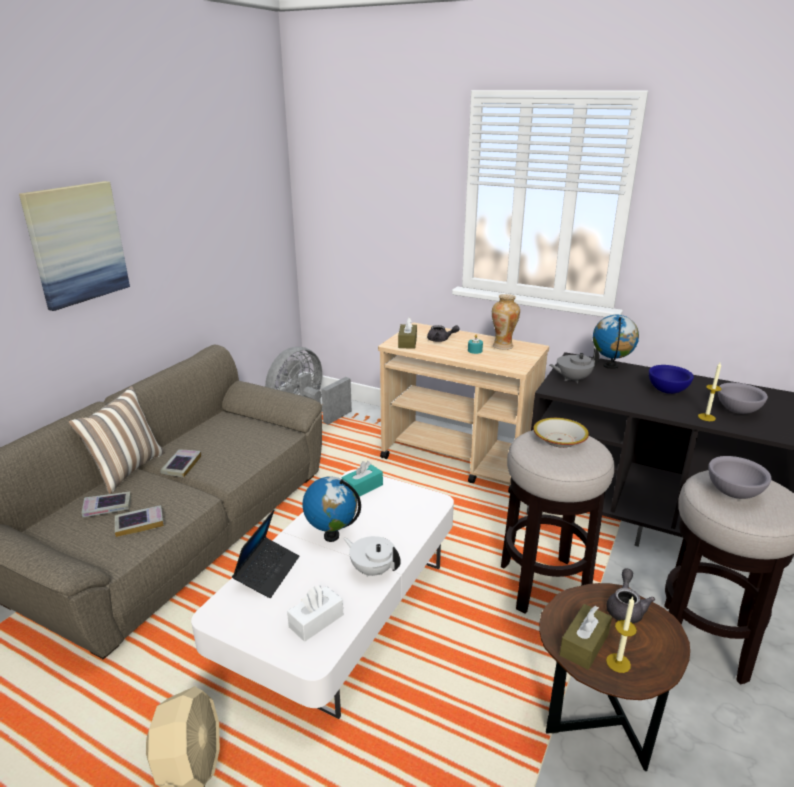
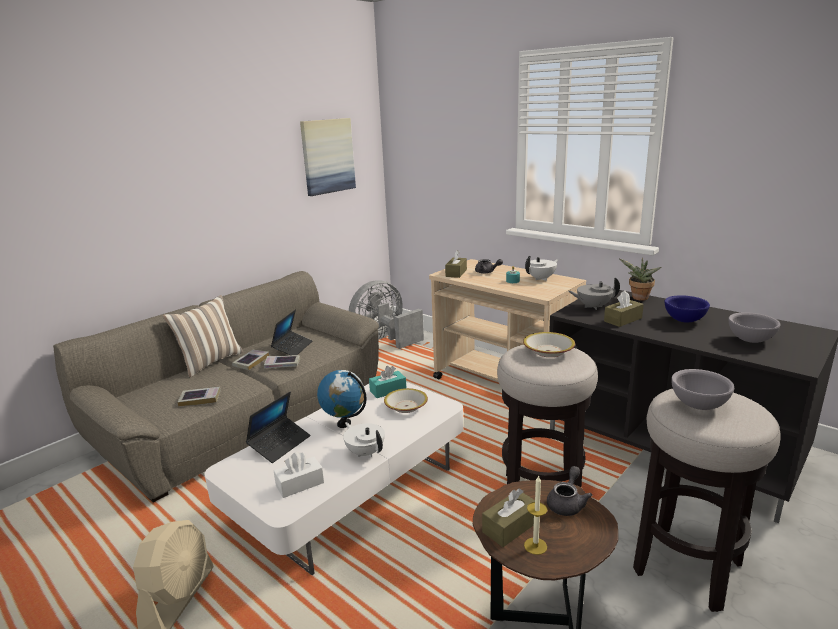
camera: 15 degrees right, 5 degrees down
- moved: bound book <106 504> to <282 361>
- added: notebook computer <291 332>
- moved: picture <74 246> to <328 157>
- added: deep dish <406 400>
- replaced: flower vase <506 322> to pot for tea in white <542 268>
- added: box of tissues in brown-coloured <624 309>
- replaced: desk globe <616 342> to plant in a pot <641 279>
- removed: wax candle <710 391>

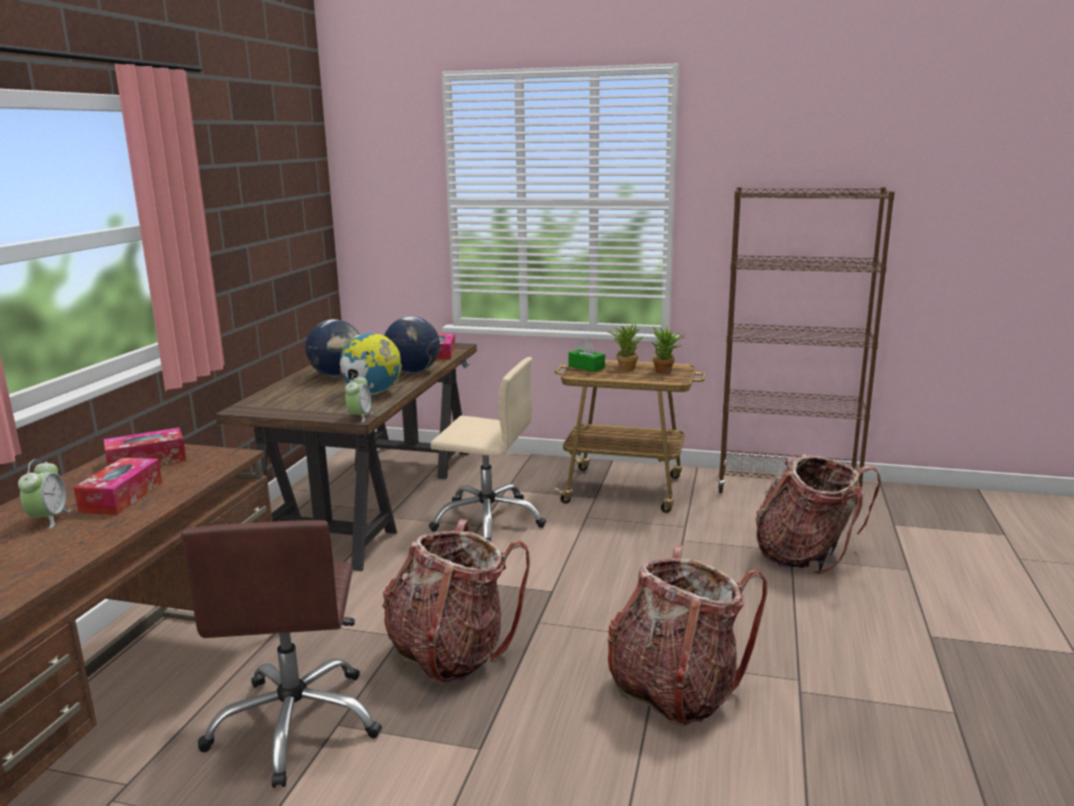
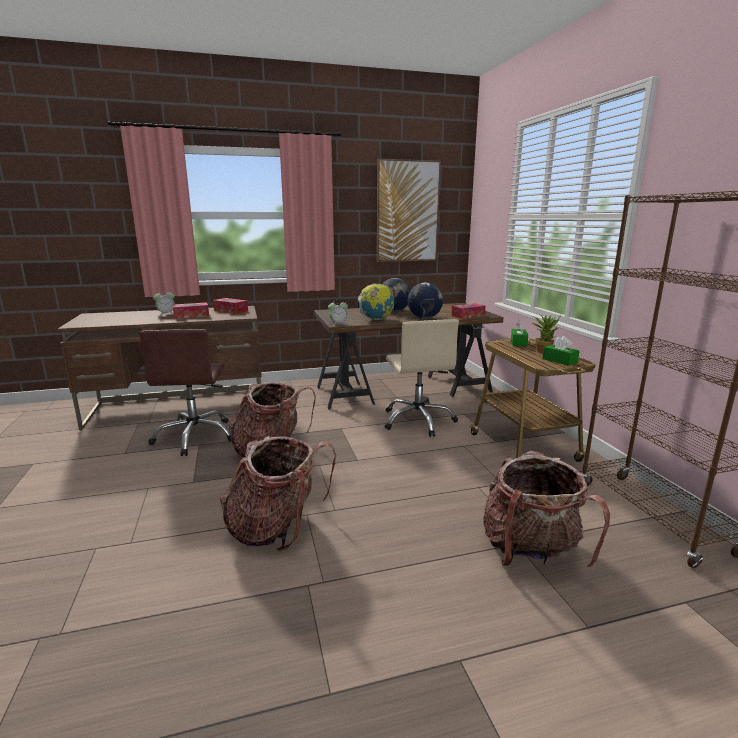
camera: 60 degrees right, 0 degrees up
- turned: desk chair in brown-coloured <281 654> = <185 392> 60 degrees counterclockwise
- added: picture <409 210>
- replaced: plant in a pot <667 350> to box of tissues in green-coloured <560 351>

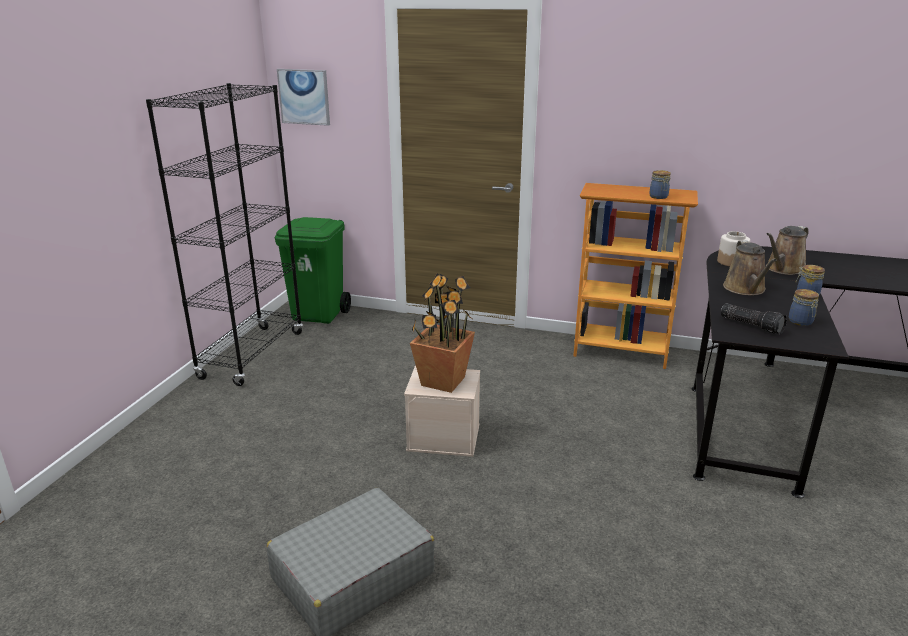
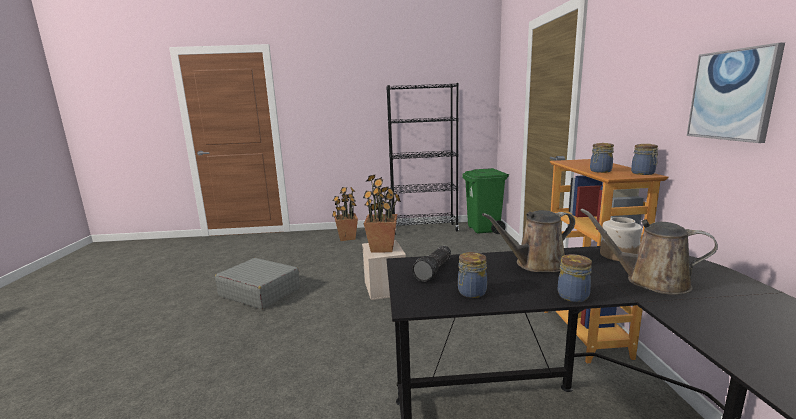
camera: 70 degrees right, 10 degrees down
- added: plant in a pot <345 214>
- added: storage jar <644 159>
- moved: picture <303 97> to <736 92>

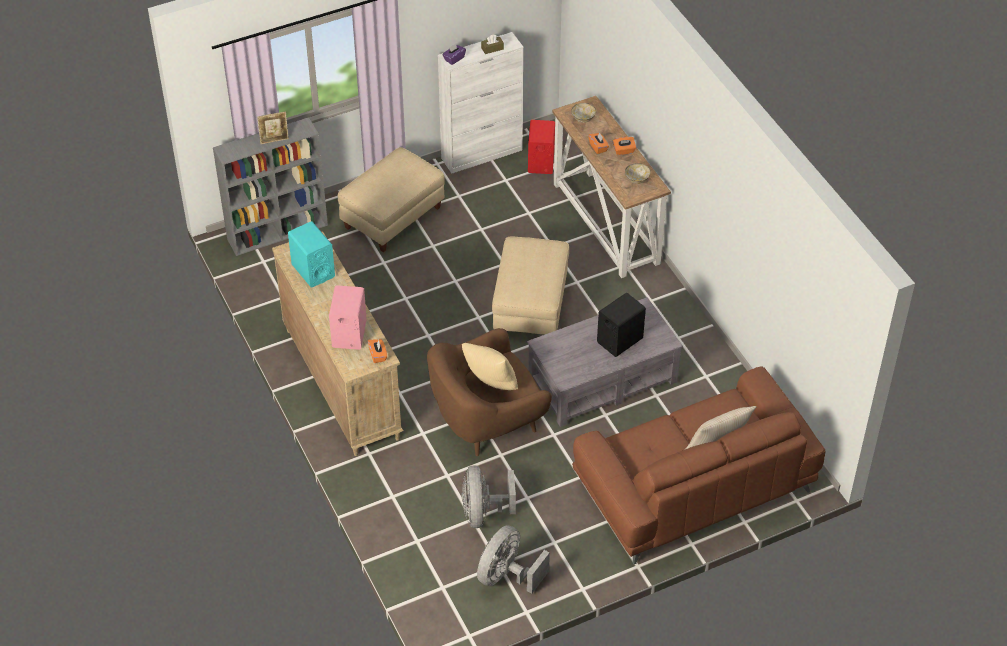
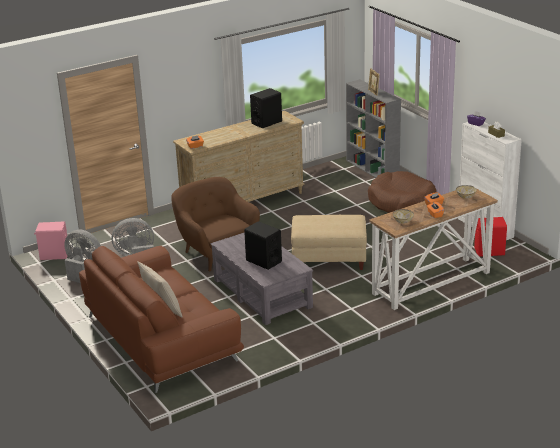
camera: 85 degrees right, 20 degrees down
- moved: loudspeaker in pink-coloured <348 317> to <50 240>
- recoloured: loudspeaker in turquoise-coloured <311 254> to loudspeaker in black-coloured <266 108>
- replaced: pouffe in sand-coloured <391 199> to dog cushion in brown-coloured <402 192>
- removed: pillow in sand-coloured <490 366>

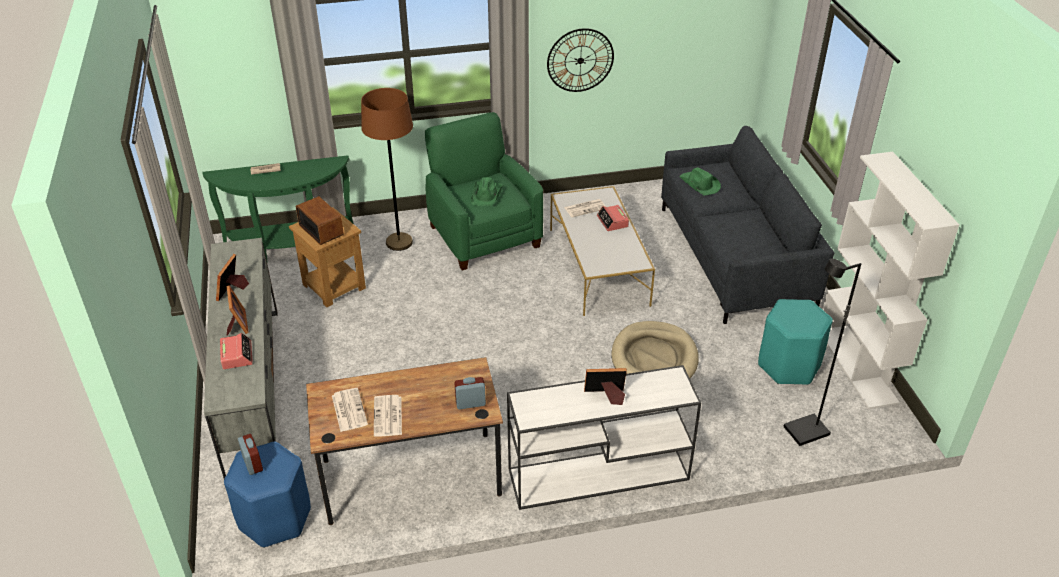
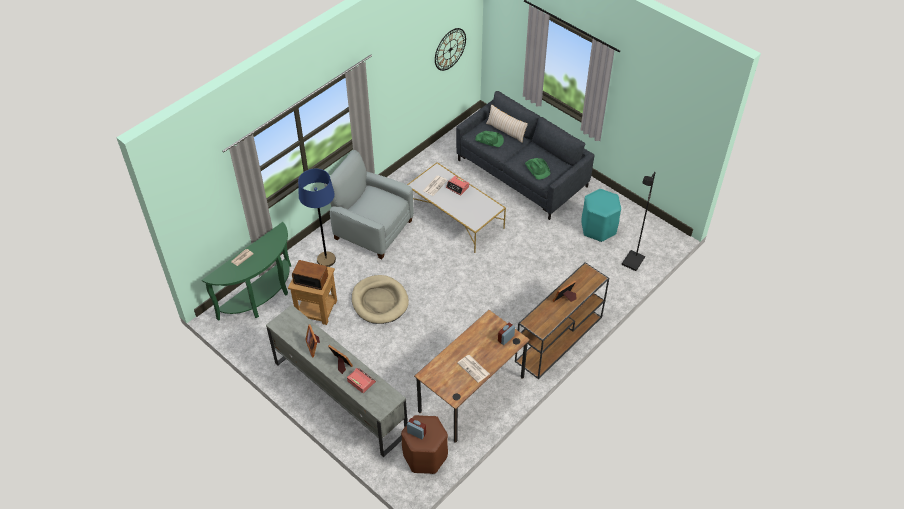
camera: 35 degrees left, 10 degrees up
- recoloured: standard lamp in brown-coloured <387 169> to standard lamp in bluish <317 218>
- recoloured: armchair in green-coloured <484 191> to armchair in gray <369 204>
- moved: dog cushion in sand-coloured <655 349> to <380 299>
- recoloured: sitting stool in bluish <267 495> to sitting stool in brown-coloured <424 444>
- moved: clock on the wall <580 60> to <450 49>
- added: pillow in sand-coloured <507 123>
- recoloured: hall table in white <604 437> to hall table in brown-coloured <562 320>
- moved: hat in green-coloured <487 191> to <537 169>
- removed: daily paper <350 410>
- removed: bookshelf in white <890 280>

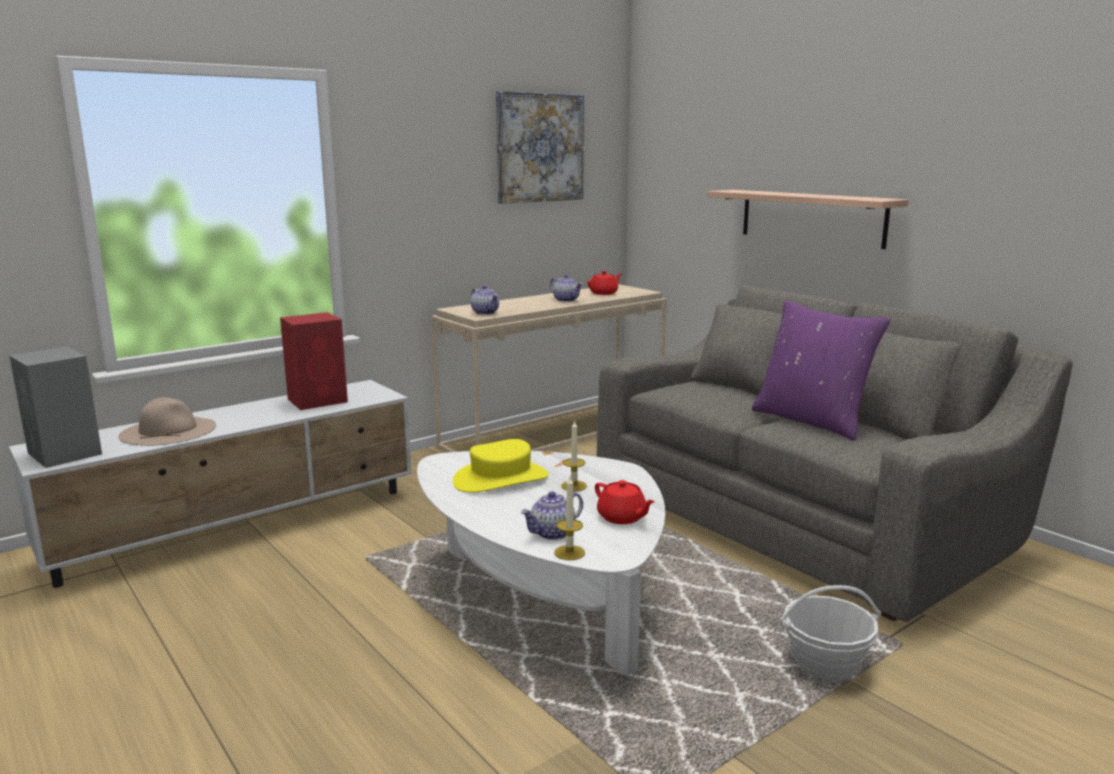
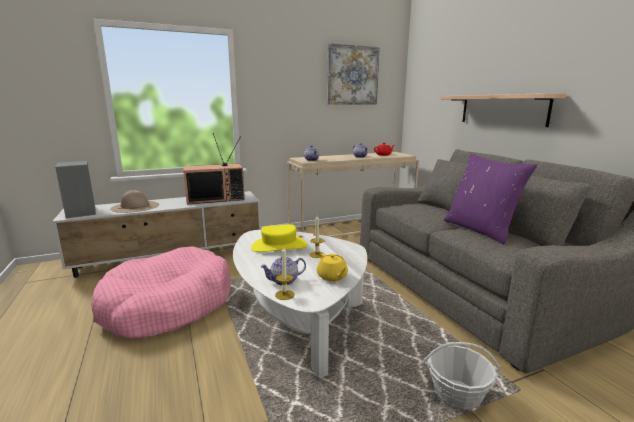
camera: 15 degrees right, 0 degrees up
- added: dog cushion in pink-coloured <161 292>
- replaced: loudspeaker in red-coloured <314 361> to television <214 168>
- recoloured: pot for tea in red-coloured <625 502> to pot for tea in yellowish <332 267>

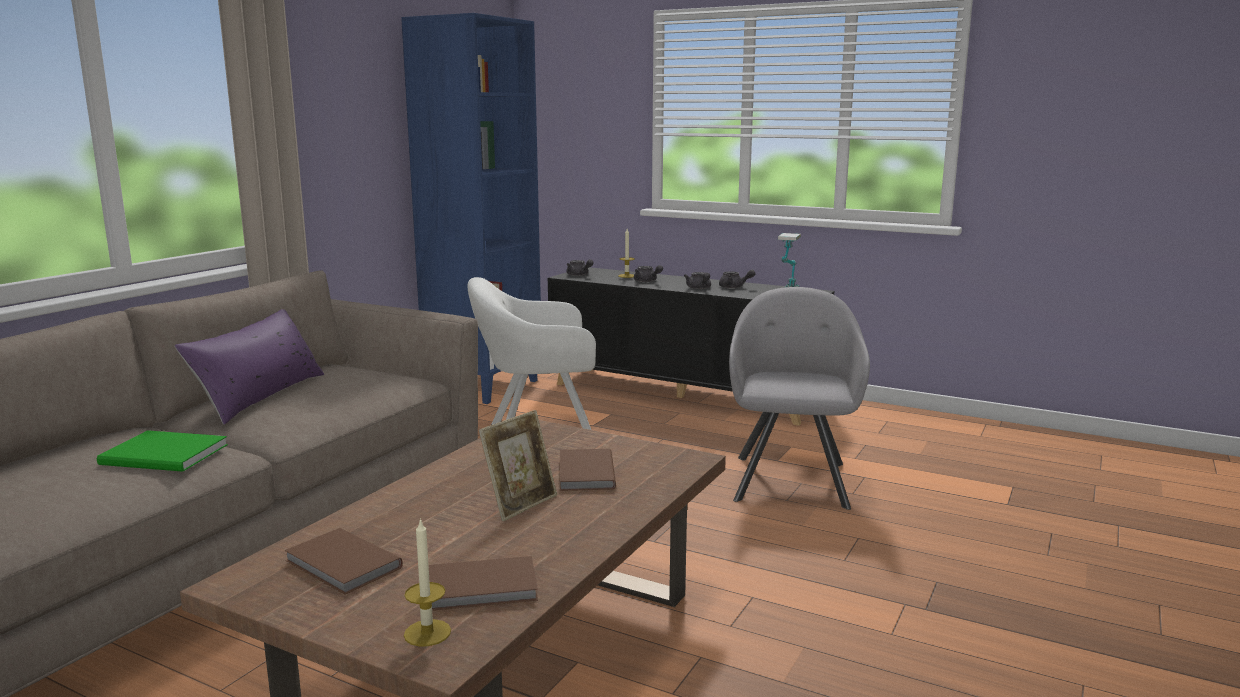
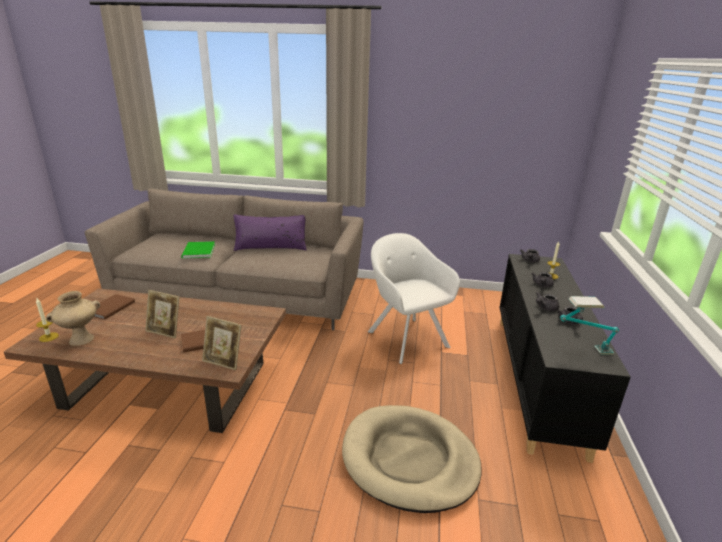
camera: 70 degrees right, 10 degrees up
- replaced: bound book in brown-coloured <483 583> to flower vase in sand-coloured <73 318>
- added: picture frame <221 343>
- replaced: armchair in gray <799 398> to dog cushion in sand-coloured <412 459>
- removed: bookshelf in bluish <471 208>

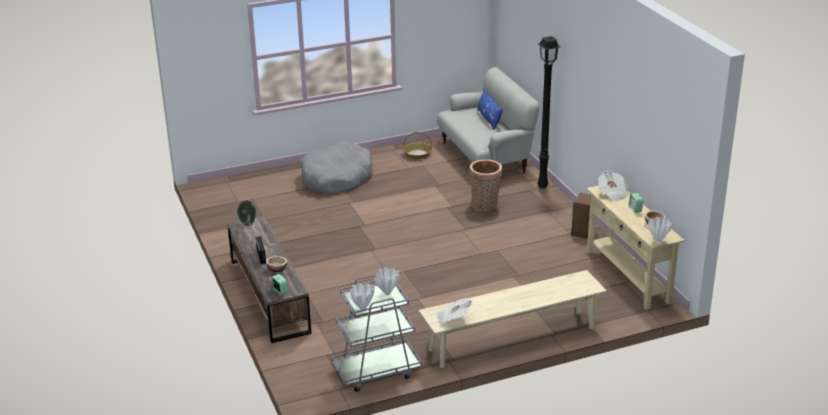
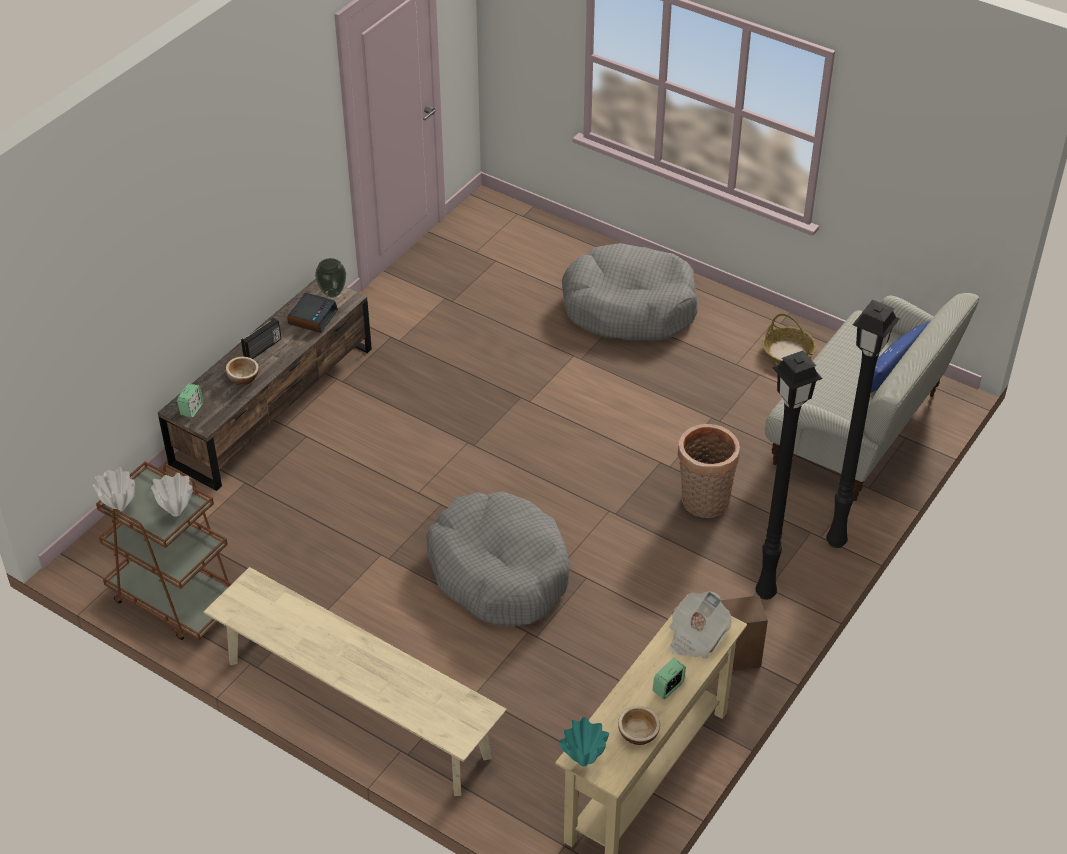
camera: 55 degrees right, 15 degrees up
- recoloured: wheeled cart in gray <377 333> to wheeled cart in brown-coloured <164 550>
- added: table clock <312 313>
- added: dog cushion in gray <498 559>
- recoloured: flower vase in white <660 230> to flower vase in turquoise-coloured <584 741>
- added: standard lamp in black-coloured <789 475>
- removed: daily paper <454 311>

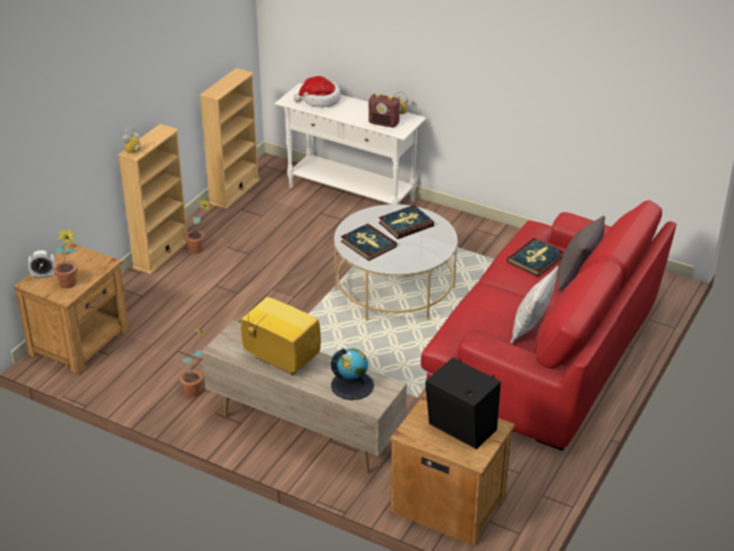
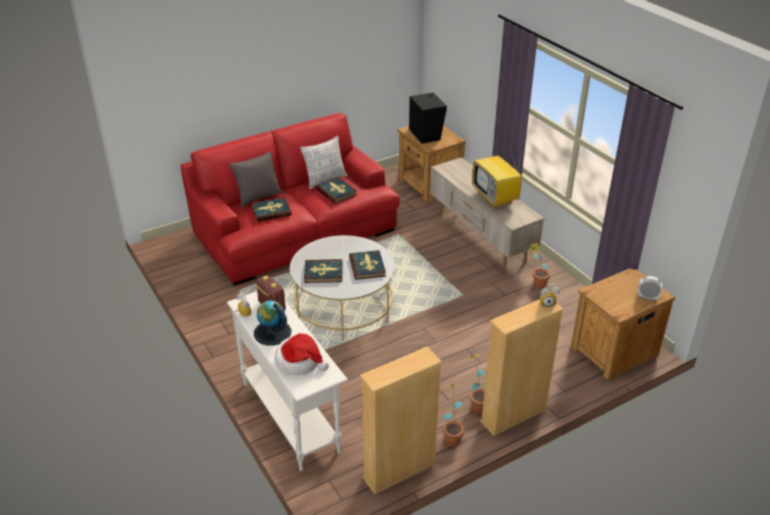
camera: 150 degrees left, 0 degrees up
- moved: desk globe <352 374> to <272 323>
- added: bound book <336 190>
- moved: plant in a pot <66 258> to <453 415>

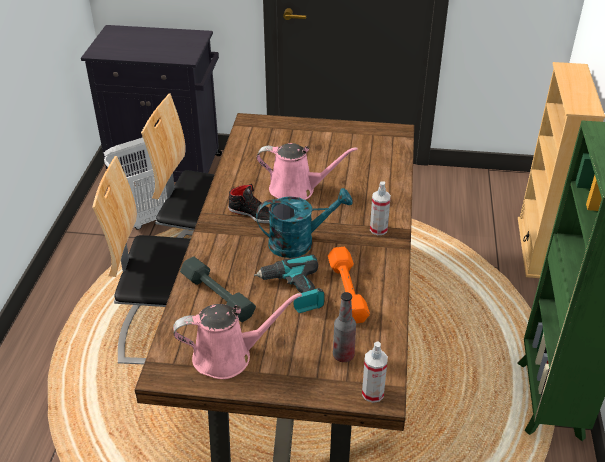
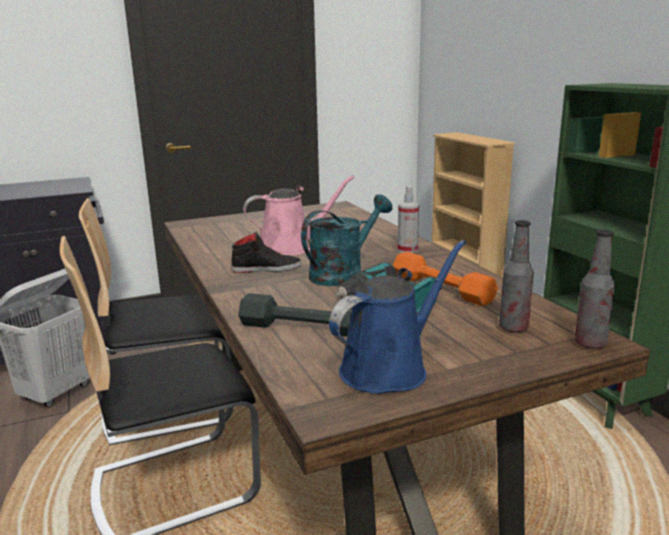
camera: 30 degrees left, 20 degrees down
- recoloured: watering pot in pink-coloured <237 336> to watering pot in bluish <397 317>
- replaced: hand sprayer <375 372> to bottle <594 289>

